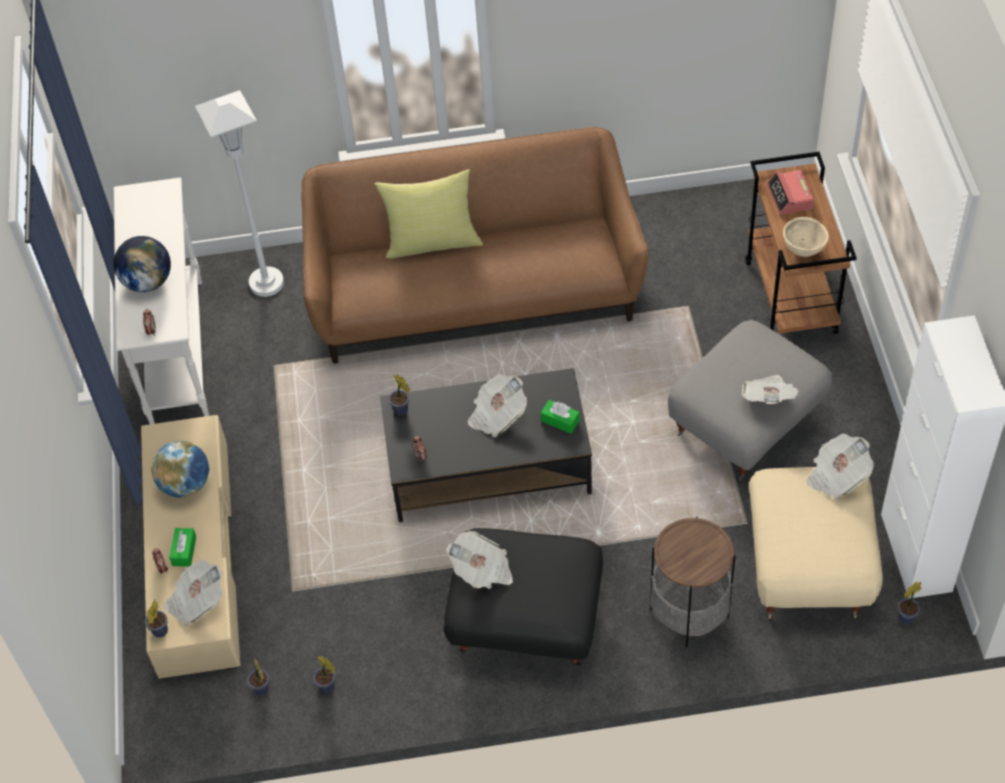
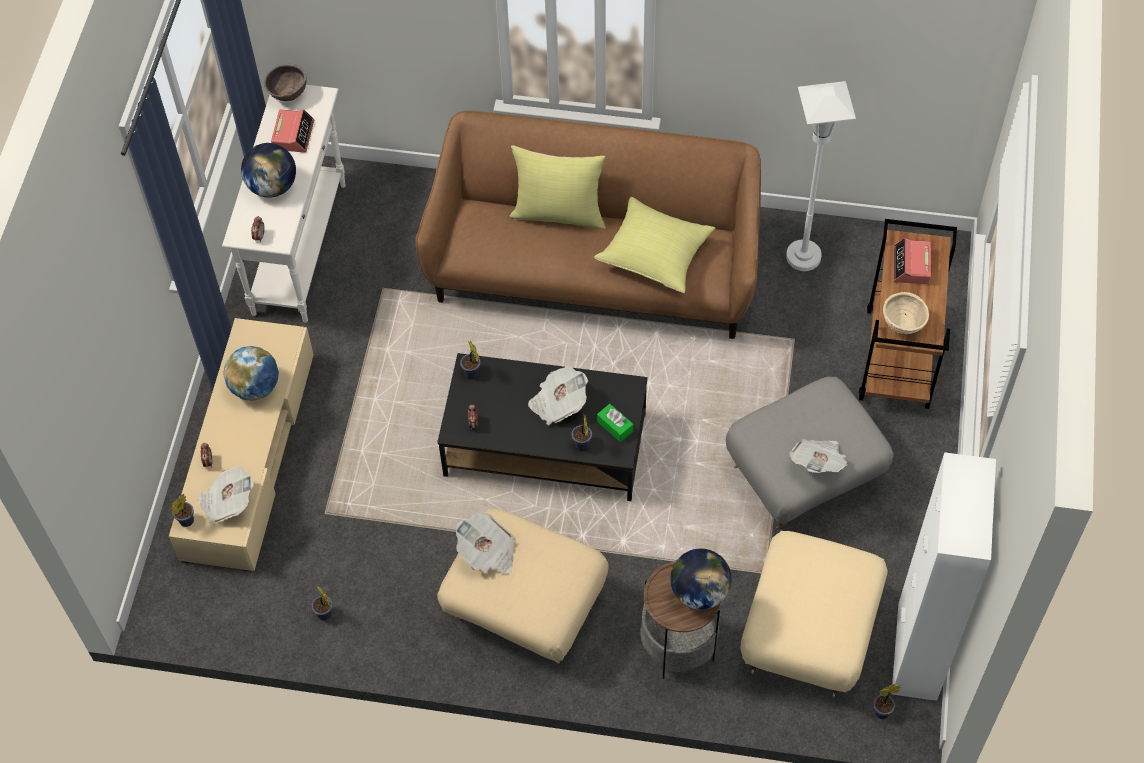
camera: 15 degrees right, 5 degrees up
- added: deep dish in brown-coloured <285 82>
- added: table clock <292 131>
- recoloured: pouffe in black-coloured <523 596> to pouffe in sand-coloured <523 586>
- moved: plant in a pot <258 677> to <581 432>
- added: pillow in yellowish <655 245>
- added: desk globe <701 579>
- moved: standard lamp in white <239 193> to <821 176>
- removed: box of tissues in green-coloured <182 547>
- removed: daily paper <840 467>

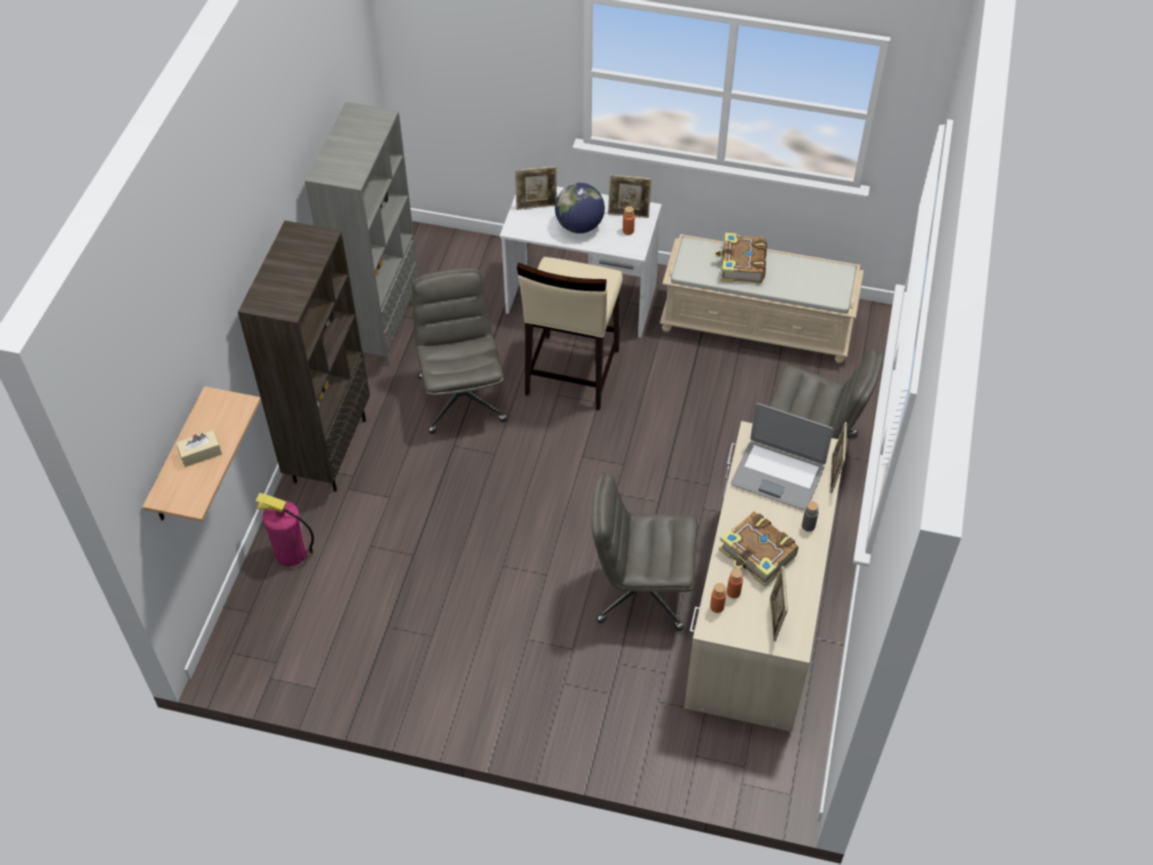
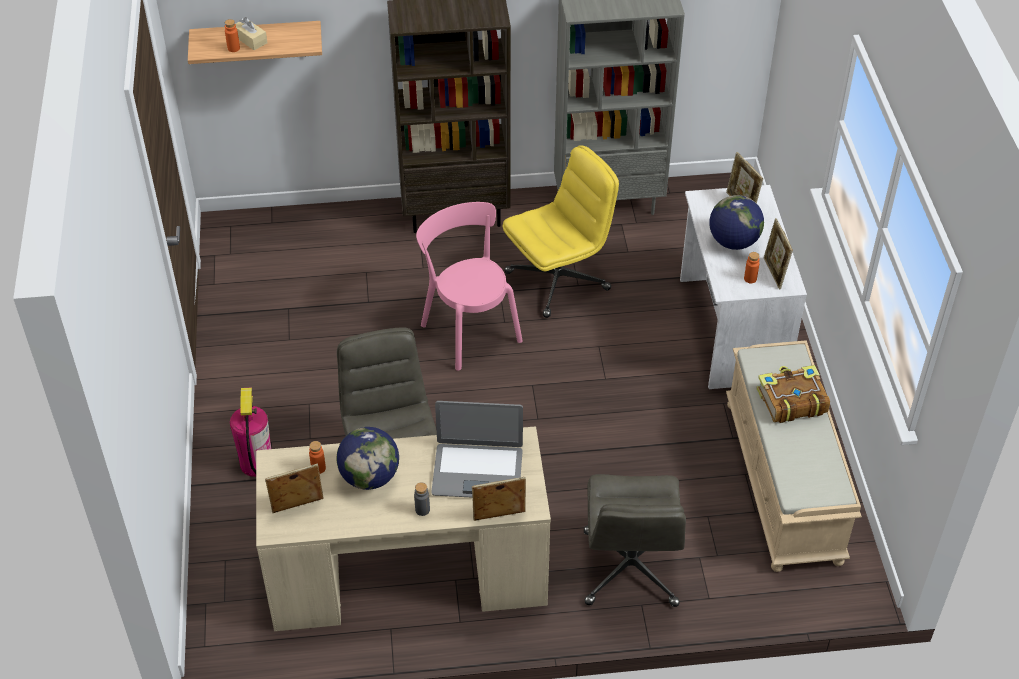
camera: 70 degrees right, 5 degrees down
- moved: bottle in orange <718 598> to <232 35>
- moved: fire-fighting cylinder <284 529> to <250 432>
- replaced: bound book <758 549> to desk globe <368 458>
- added: chair in pink-coloured <469 286>
- turned: notebook computer <782 456> = <477 449> 90 degrees counterclockwise
- recoloured: desk chair in gray <459 351> to desk chair in yellowish <560 231>
- removed: sitting stool in sand-coloured <570 333>

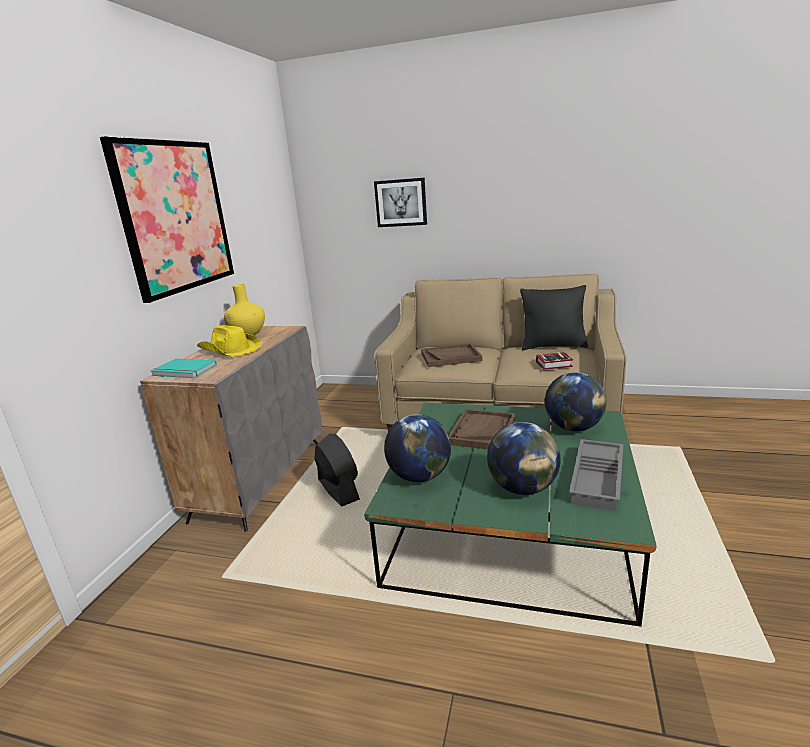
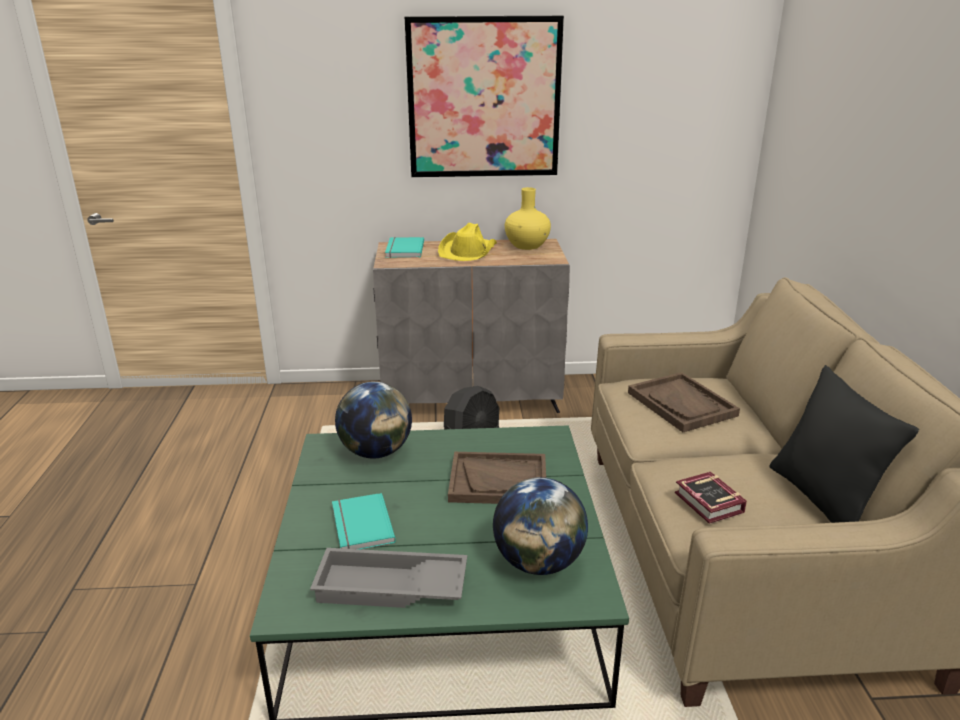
camera: 70 degrees right, 5 degrees up
- replaced: desk globe <524 458> to bound book in turquoise-coloured <364 521>
- removed: picture <400 202>

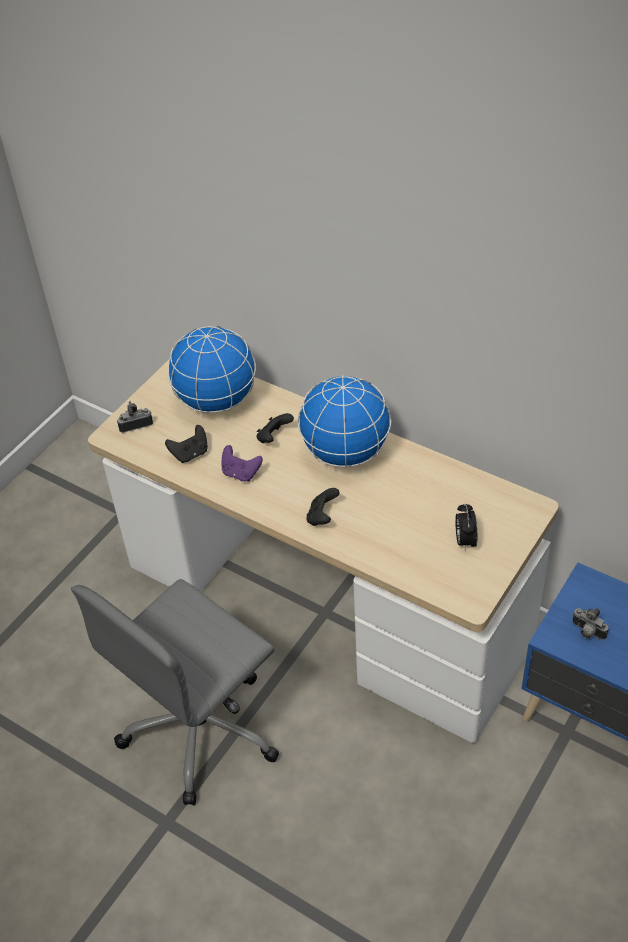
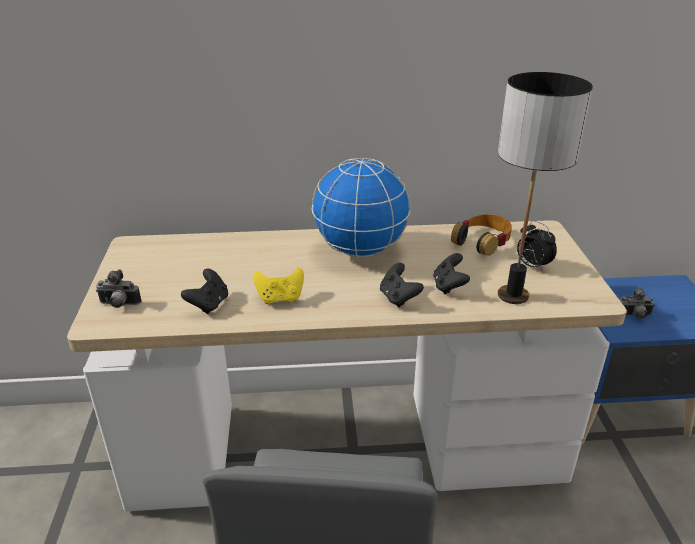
camera: 40 degrees left, 15 degrees down
- turned: still camera <135 417> = <119 288> 120 degrees counterclockwise
- recoloured: gamepad in purple <242 463> to gamepad in yellowish <278 286>
- moved: gamepad in black-coloured <275 428> to <451 274>
- added: headset <481 235>
- added: lamp for a table <545 188>
- removed: desk globe <211 369>

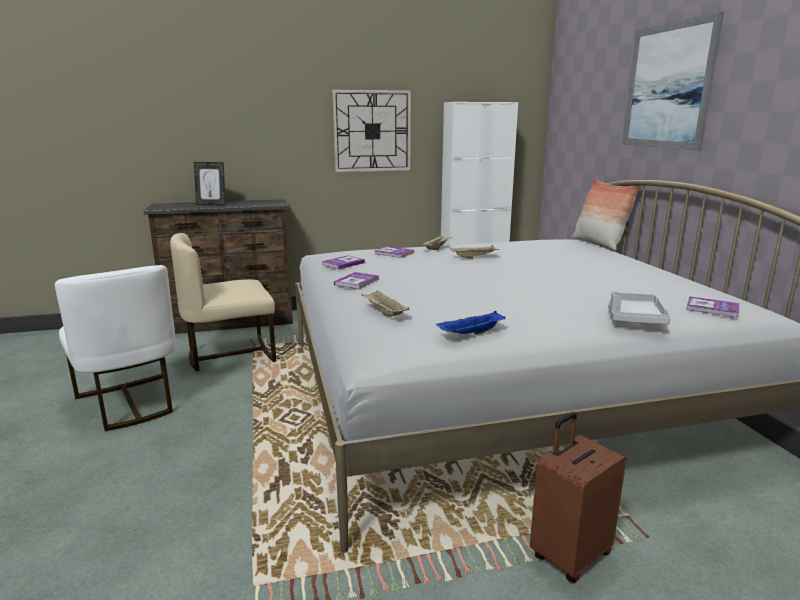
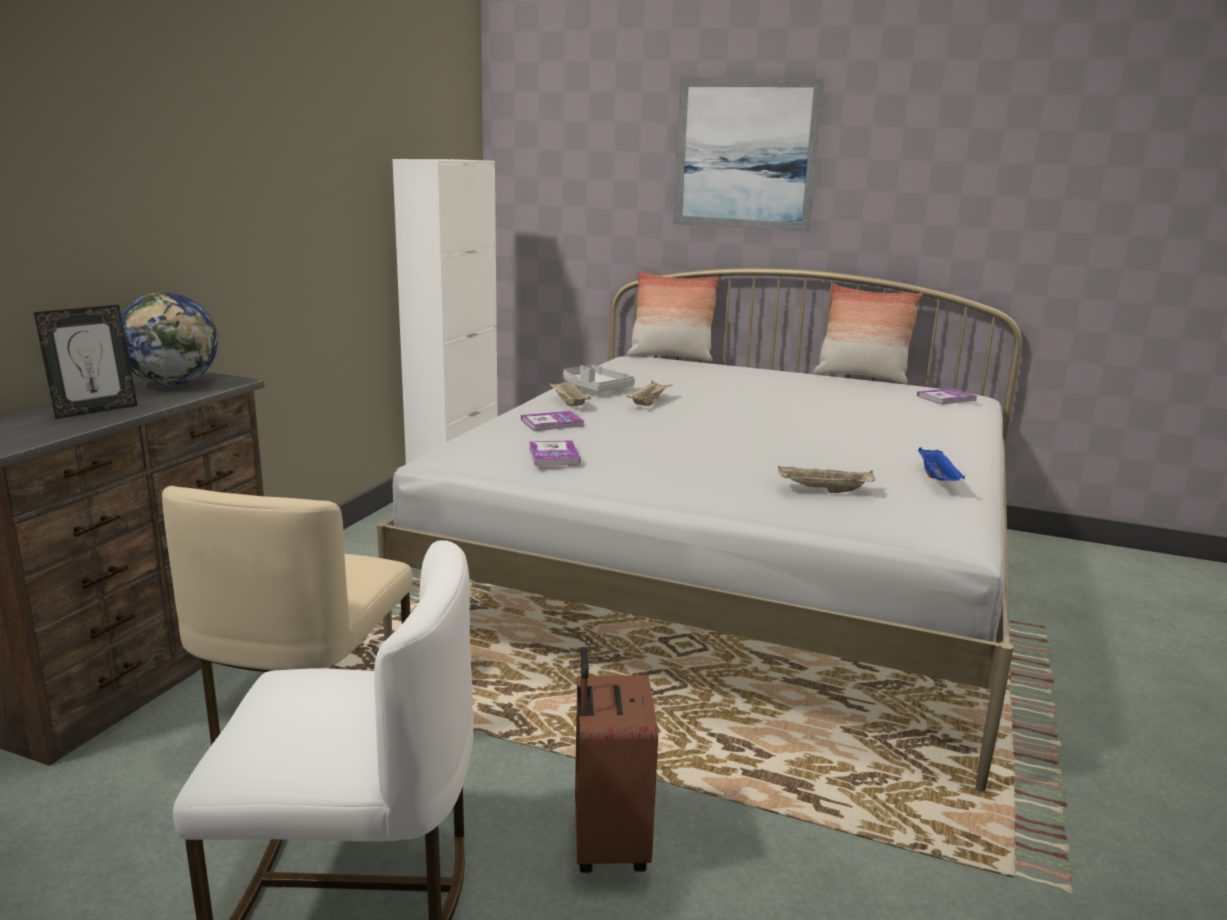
camera: 55 degrees left, 0 degrees up
- added: desk globe <169 339>
- moved: serving tray in gray <639 307> to <599 378>
- moved: suitcase in brown-coloured <578 497> to <616 760>
- added: pillow <868 333>
- removed: clock on the wall <371 131>
- removed: bound book <356 280>

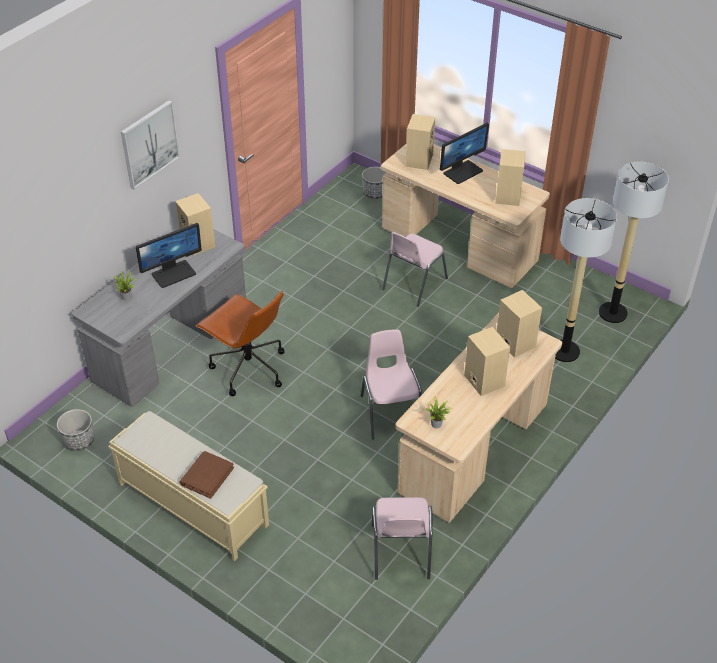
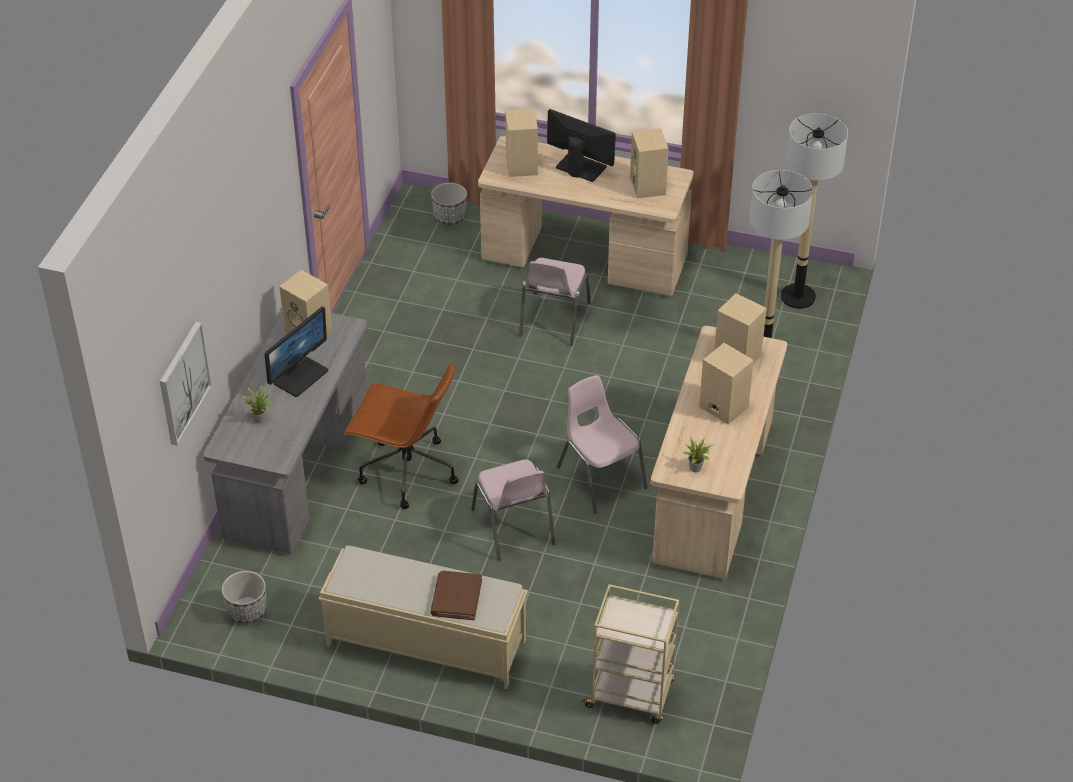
camera: 20 degrees left, 0 degrees up
- moved: picture <150 145> to <186 384>
- moved: chair in pink-coloured <402 538> to <513 510>
- turned: monitor <464 153> = <581 145> 90 degrees counterclockwise
- added: wheeled cart in sand-coloured <630 654>

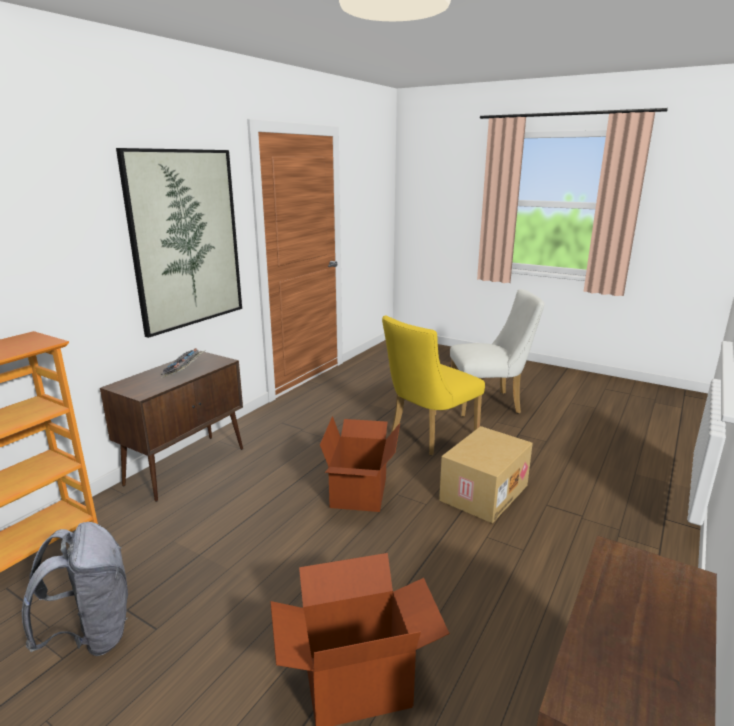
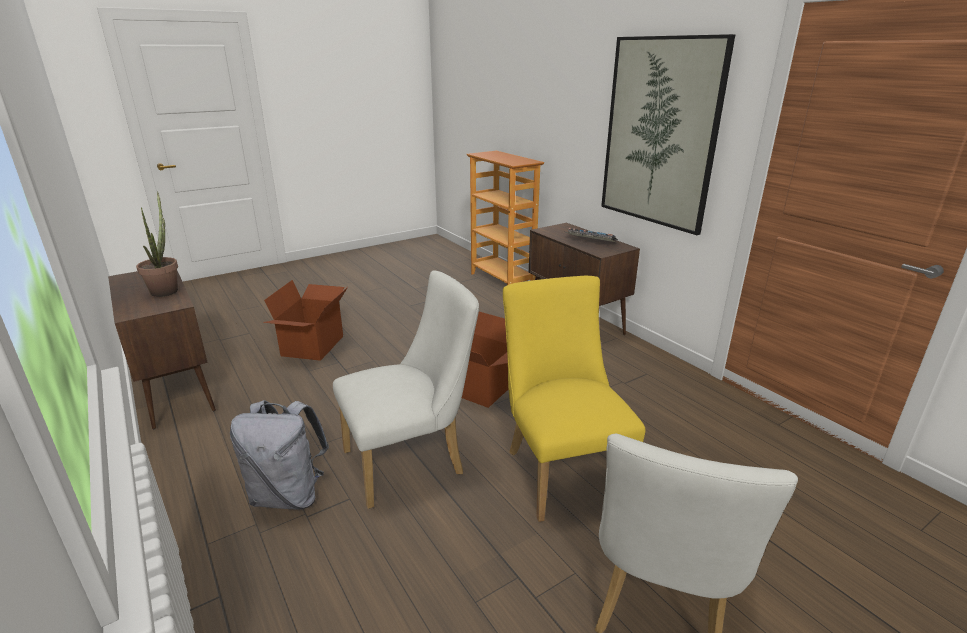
camera: 115 degrees right, 5 degrees up
- added: plant in a pot <157 244>
- moved: rucksack in gray <74 589> to <279 455>
- replaced: carton <486 474> to chair in white <406 389>

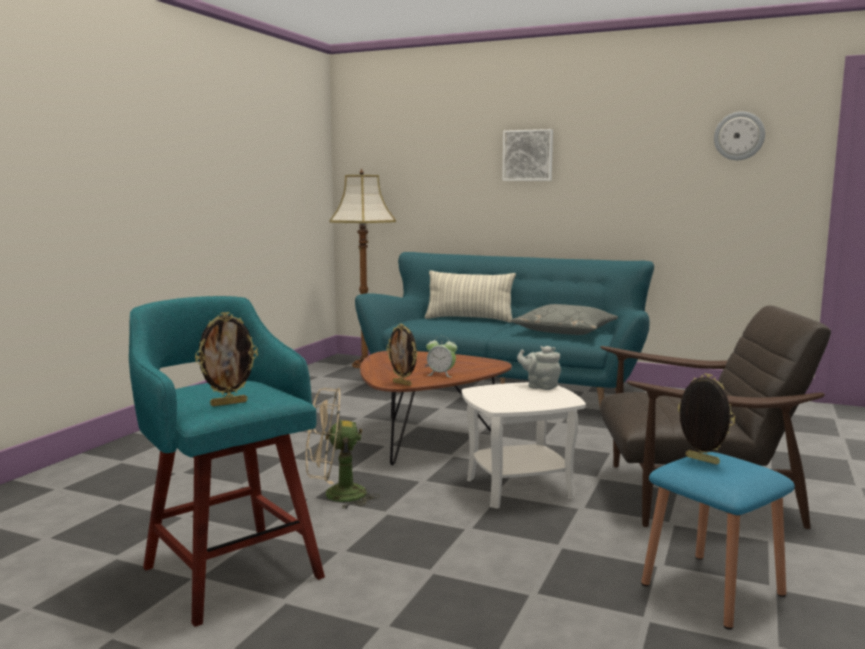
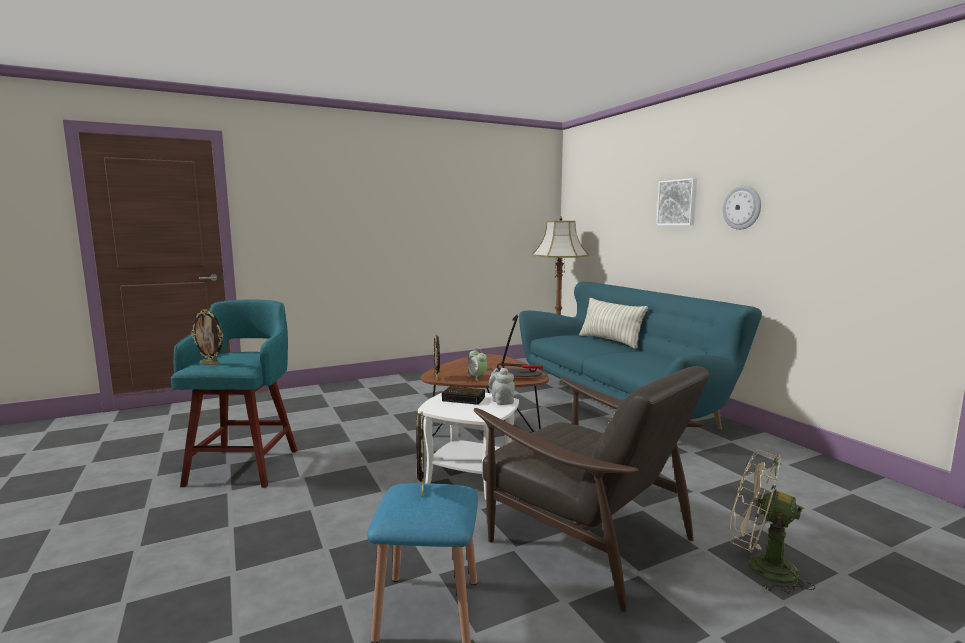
camera: 40 degrees right, 0 degrees up
- added: table clock <463 395>
- added: lamp for a table <520 346>
- moved: clock on the wall <739 135> to <742 207>
- moved: cooling fan in sand-coloured <343 449> to <772 522>
- removed: pillow in gray <564 319>

